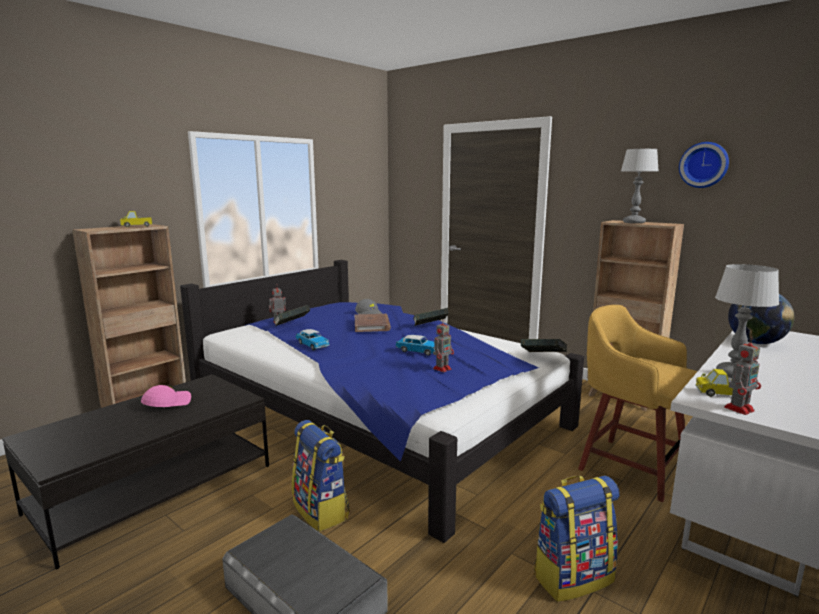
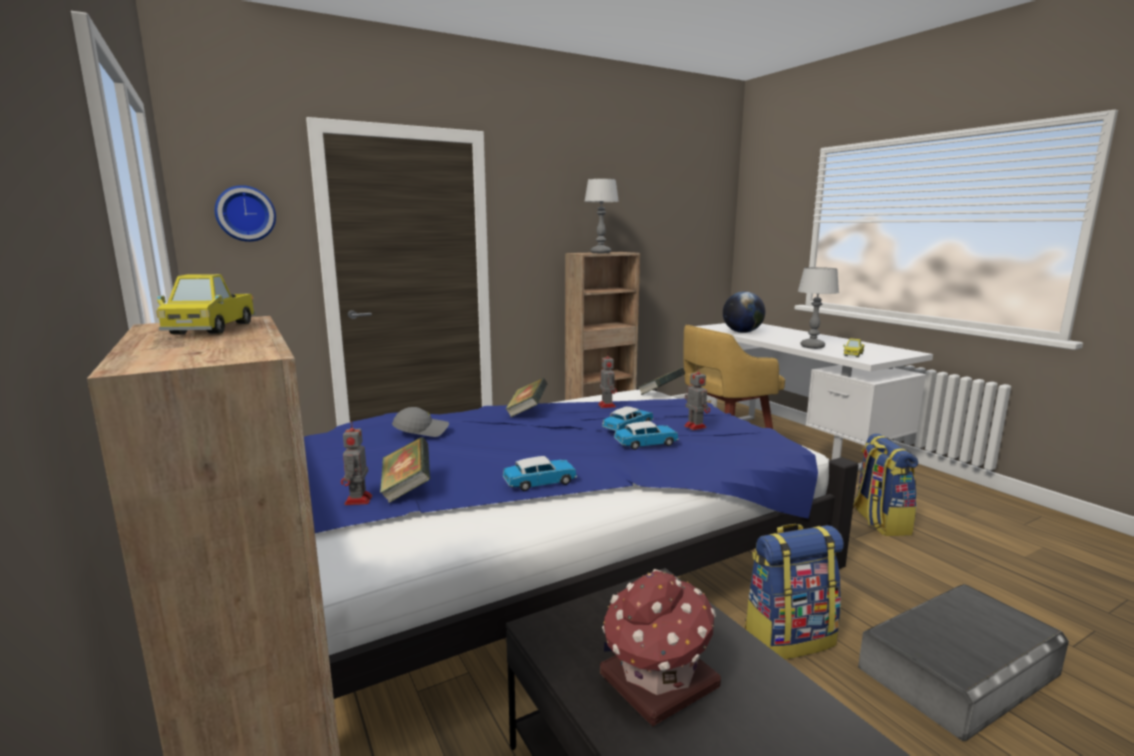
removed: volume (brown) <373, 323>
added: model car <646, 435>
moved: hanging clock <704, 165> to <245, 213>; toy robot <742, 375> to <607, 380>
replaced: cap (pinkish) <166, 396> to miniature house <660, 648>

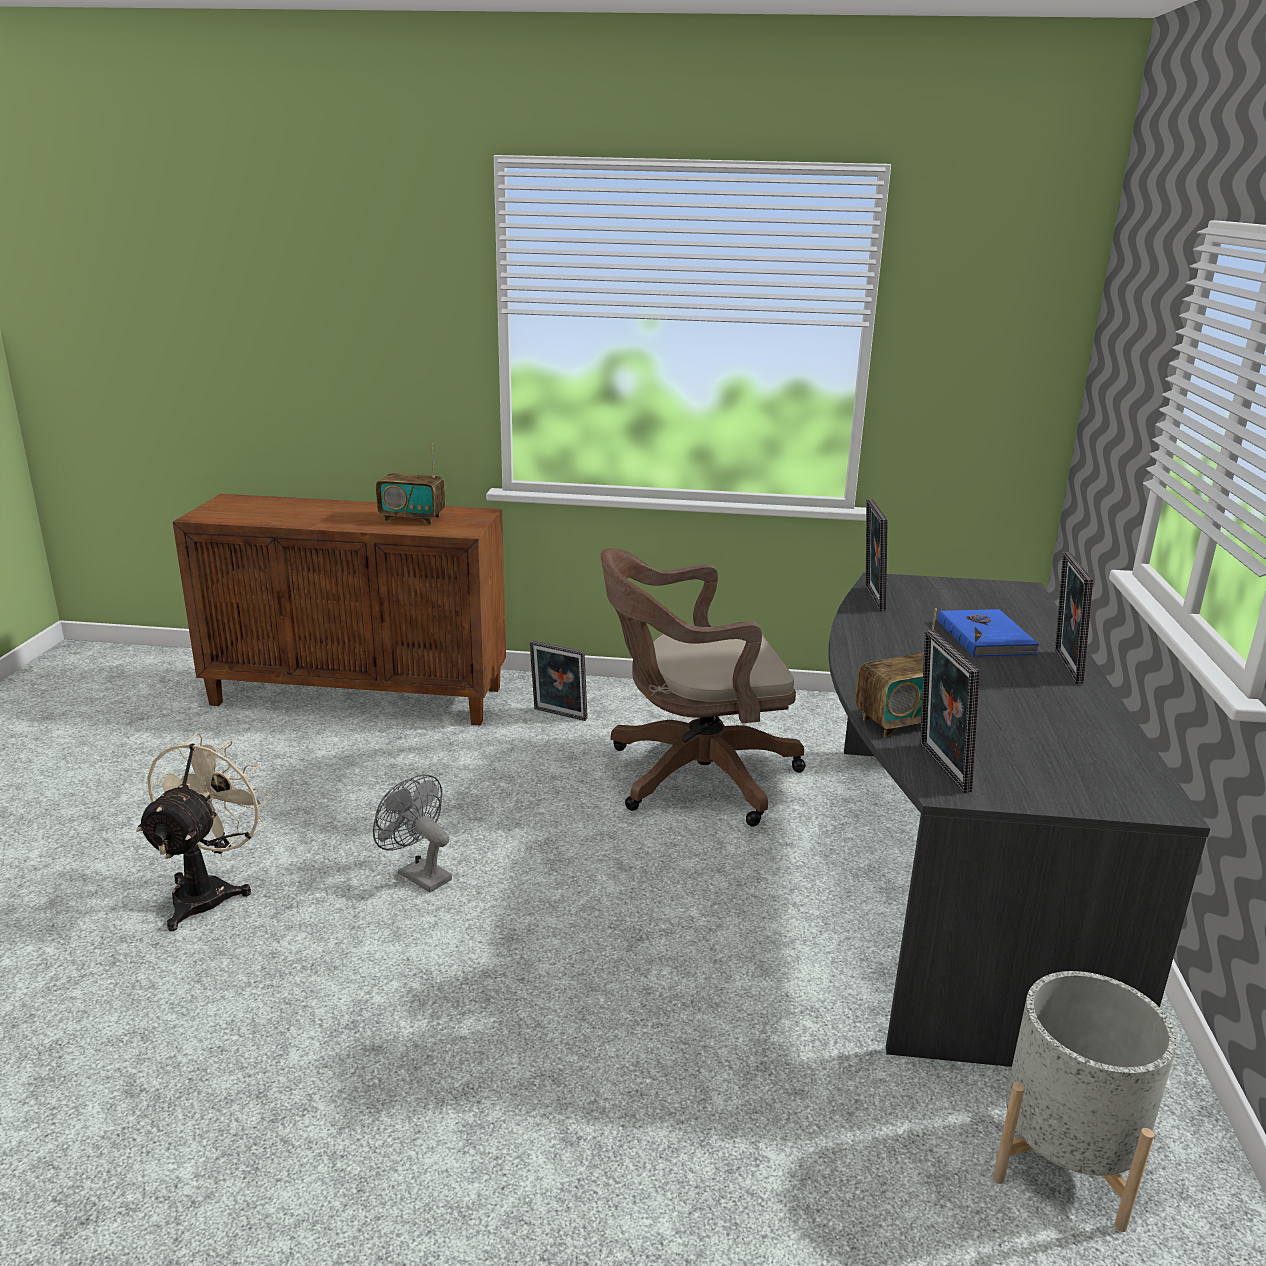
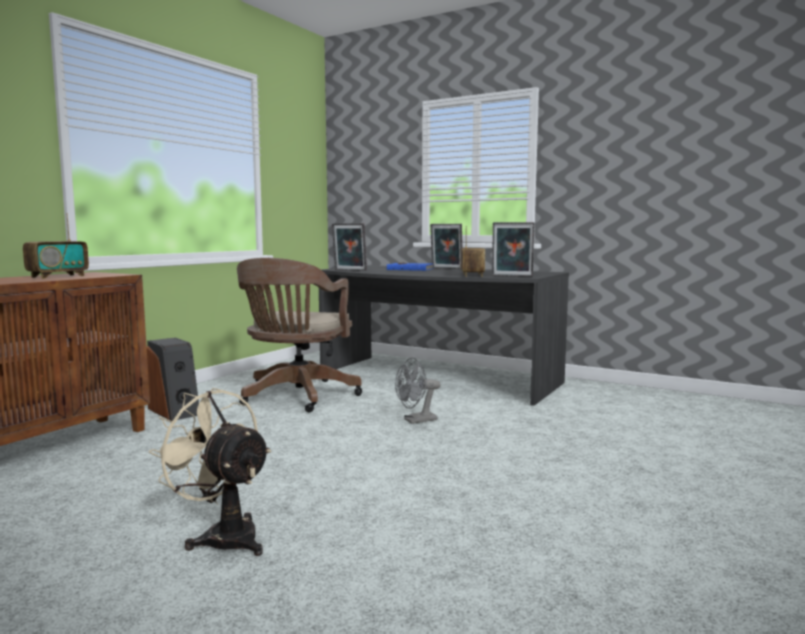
removed: planter (gray) <1085, 1101>
moved: cooling fan (gray) <412, 833> to <418, 391>
replaced: picture frame <559, 681> to audio speaker <173, 379>

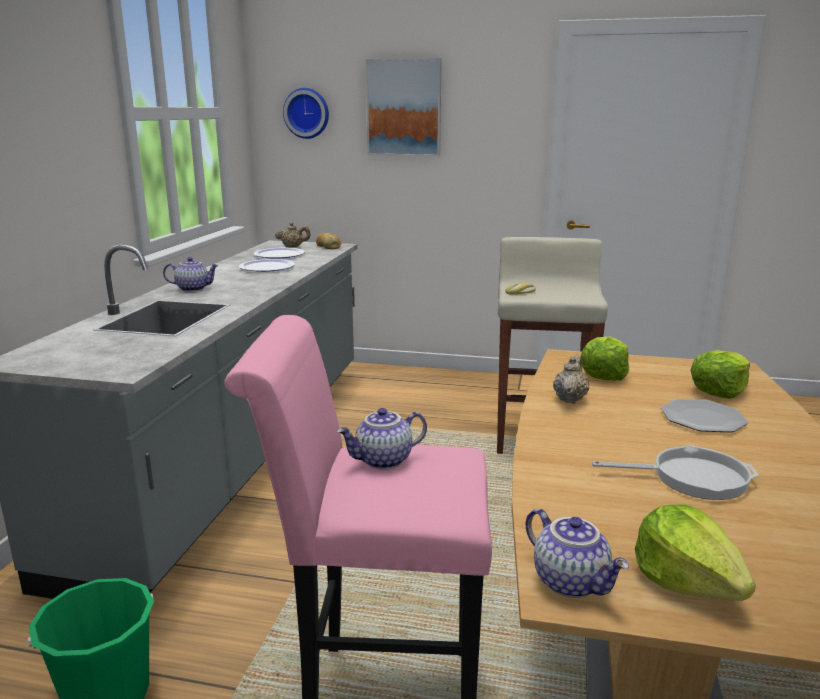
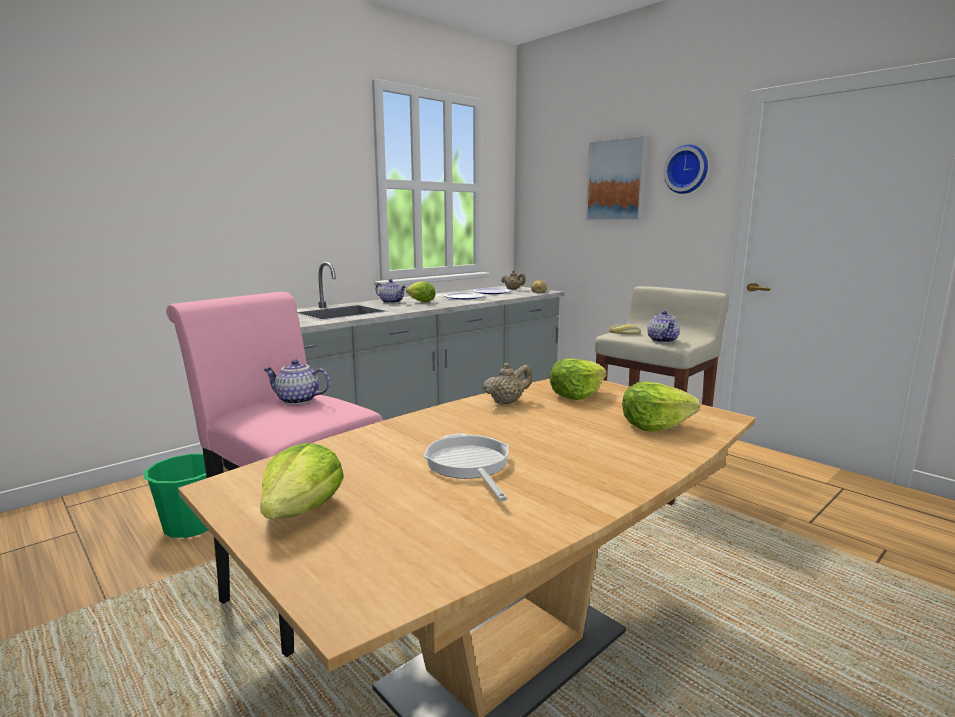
removed: flat dish <704, 415>
added: lettuce head <420, 292>
moved: hanging clock <306, 113> to <686, 169>; tea pot <577, 553> to <663, 327>
turned: frying pan <675, 472> = <466, 467> 150 degrees counterclockwise

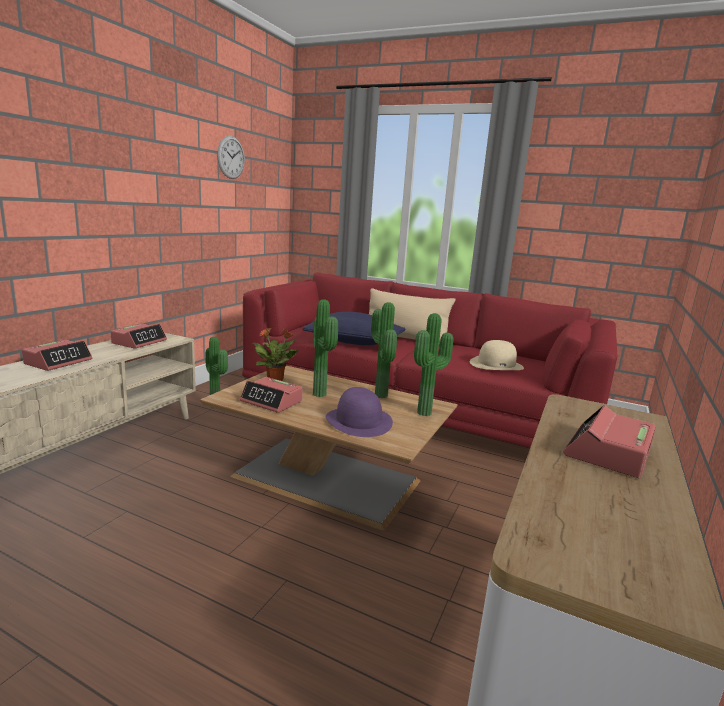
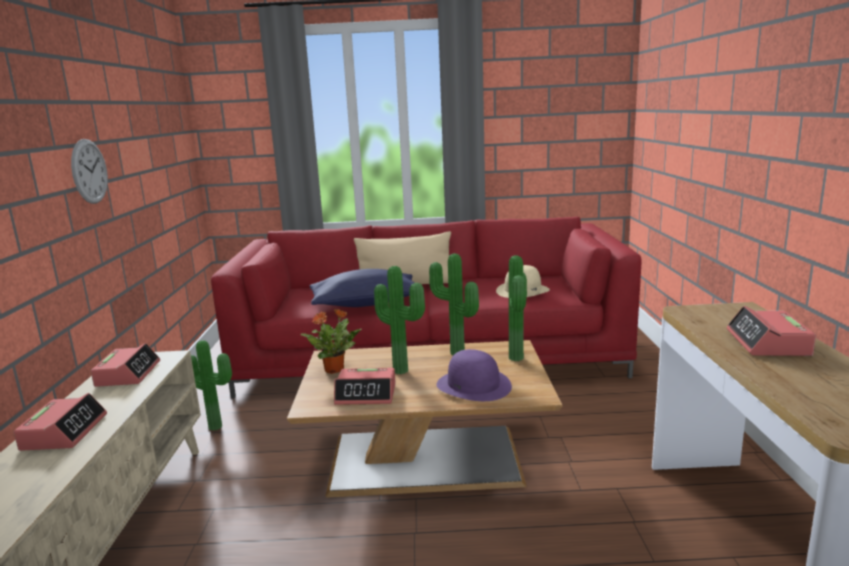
moved: hanging clock <231, 157> to <89, 171>

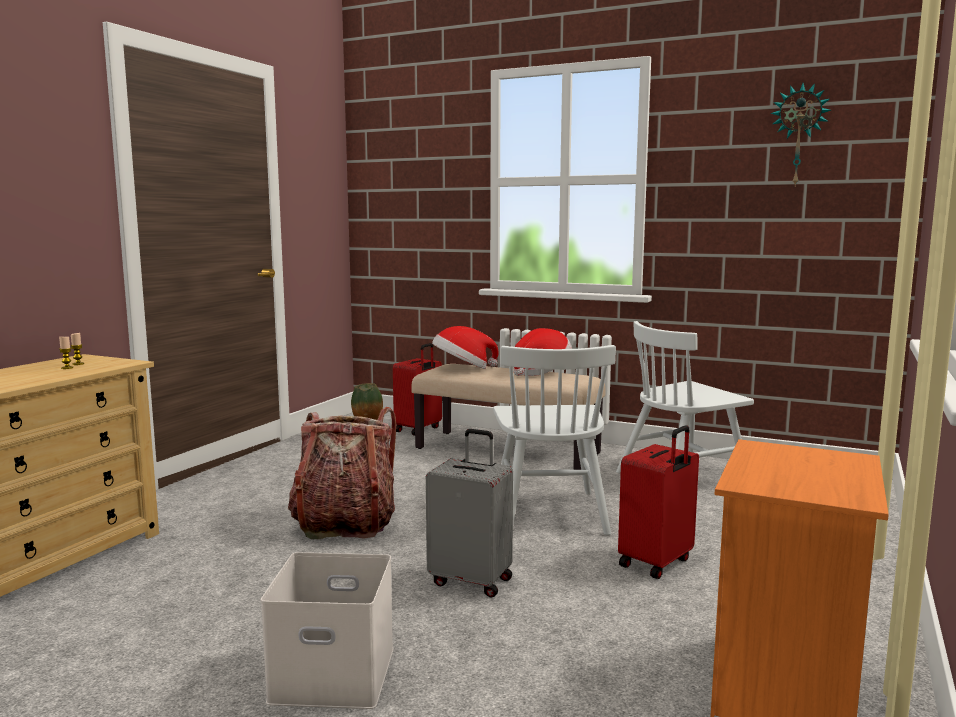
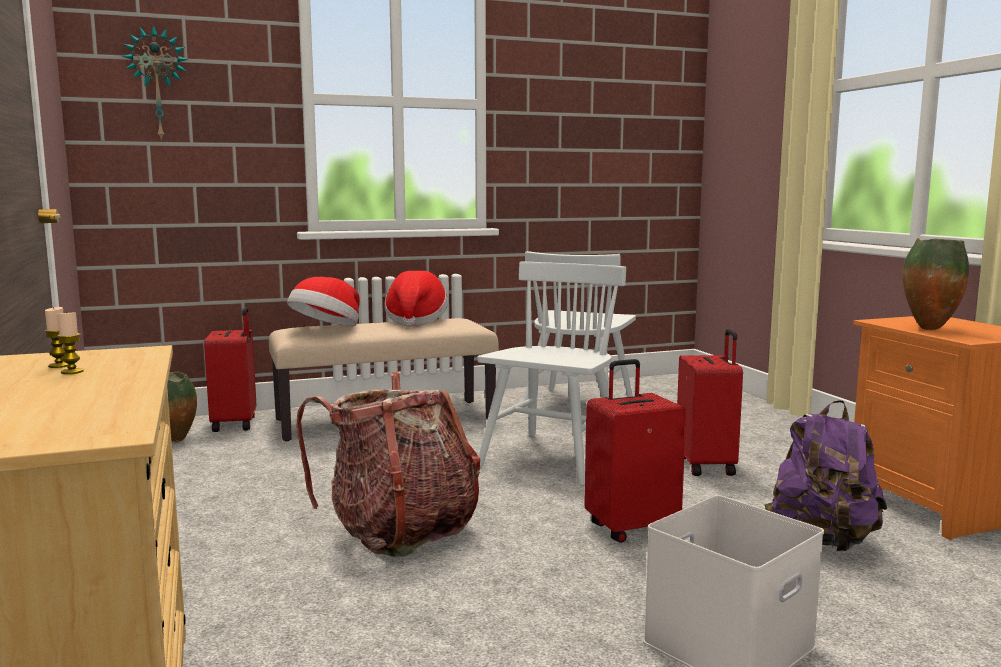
added: knapsack (purplish) <826, 475>; decorative vase <935, 284>
moved: hanging clock <801, 134> to <155, 83>
recoloured: travel case (gray) <469, 513> to travel case (red-coloured) <635, 451>
turned: plain chair (white-coloured) <554, 440> = <551, 373> 105 degrees counterclockwise

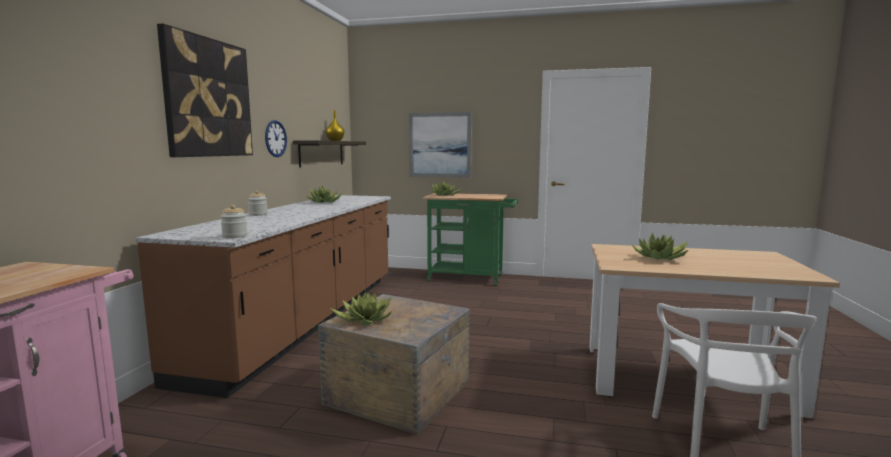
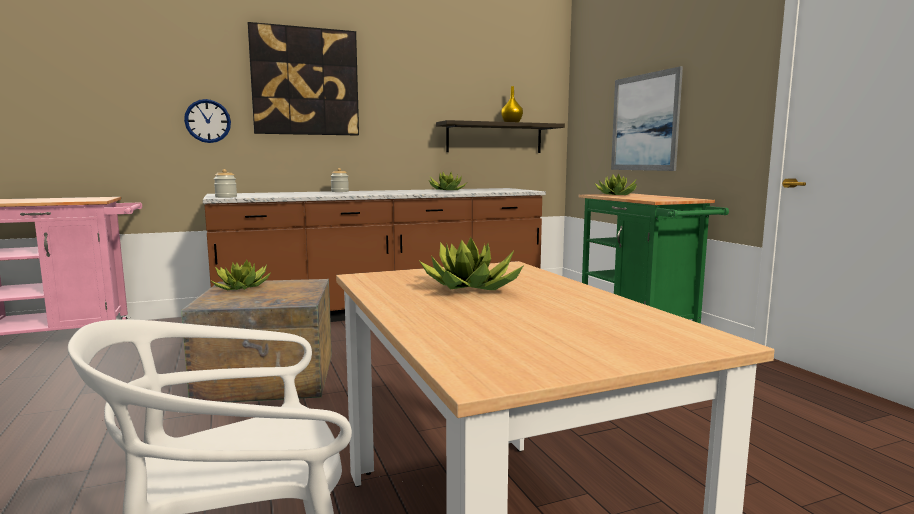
moved: hanging clock <276, 138> to <207, 121>

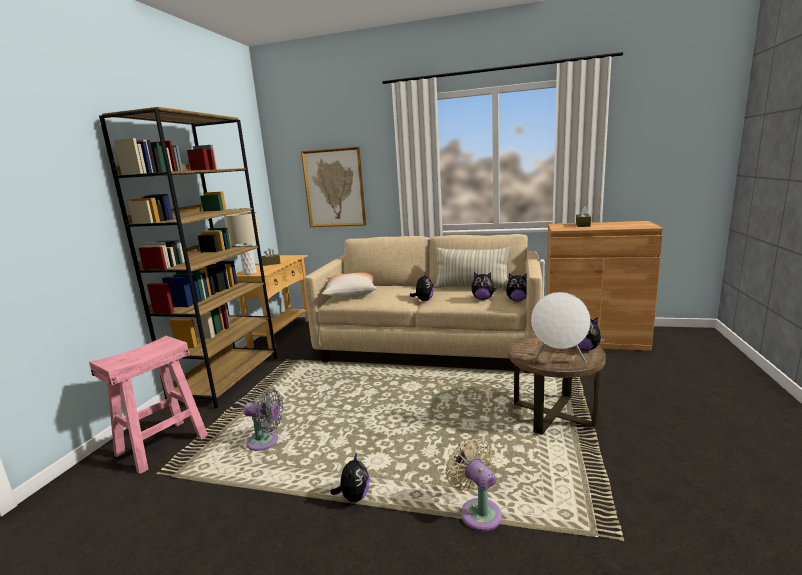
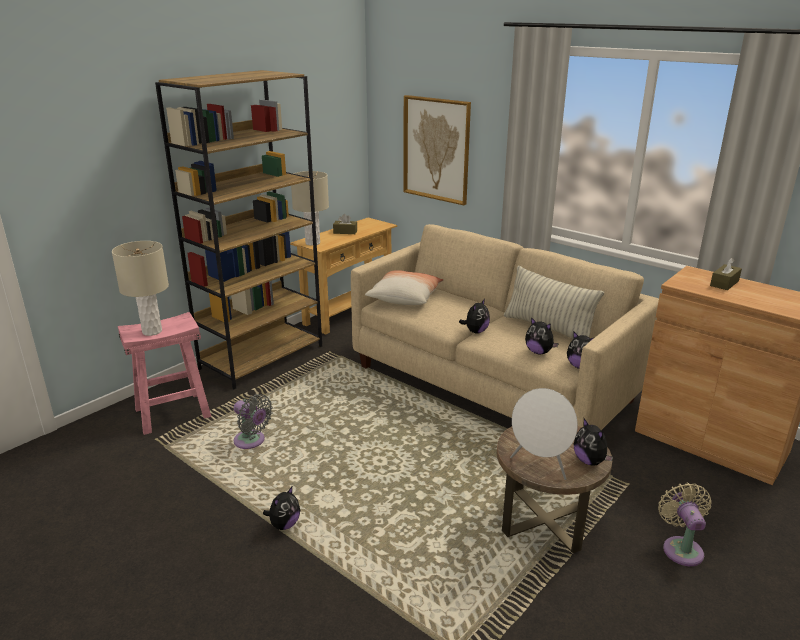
added: table lamp (sand-coloured) <140, 288>
moved: cooling fan (sand-coloured) <473, 485> to <685, 524>

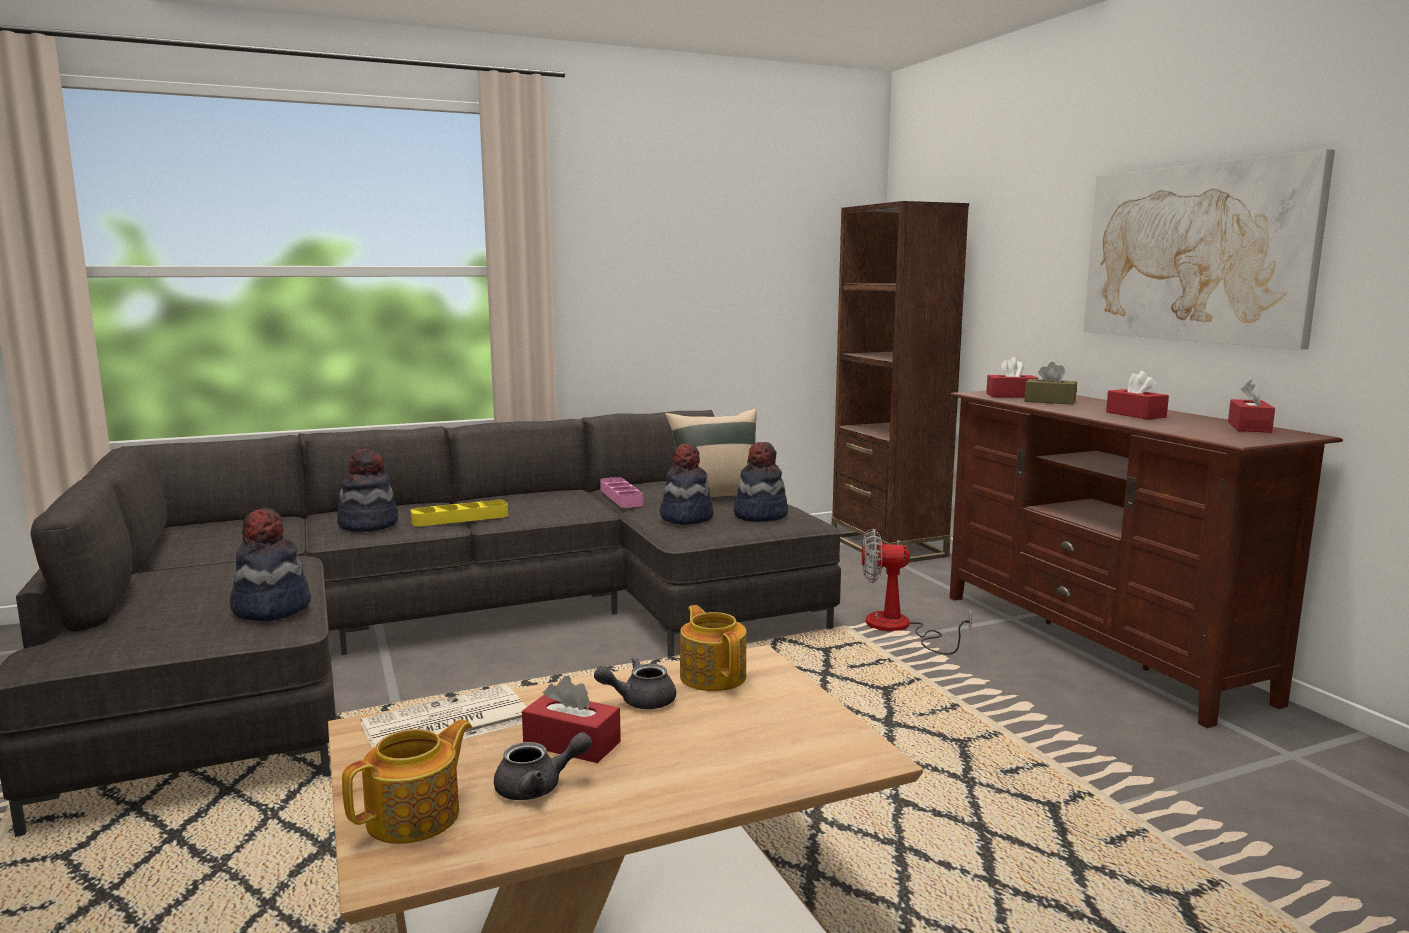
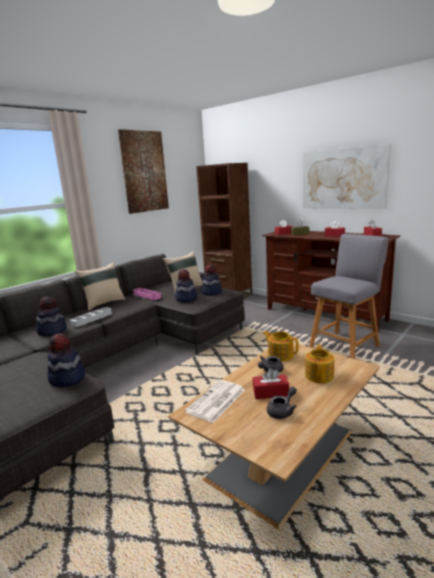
removed: cooling fan <917, 592>
added: pillow (sand-coloured) <100, 286>; wall art <143, 171>; stool seat (gray) <349, 296>
moved: tea pot <407, 781> to <319, 363>
recoloured: serving tray (yellow) <459, 513> to serving tray (gray) <91, 317>

